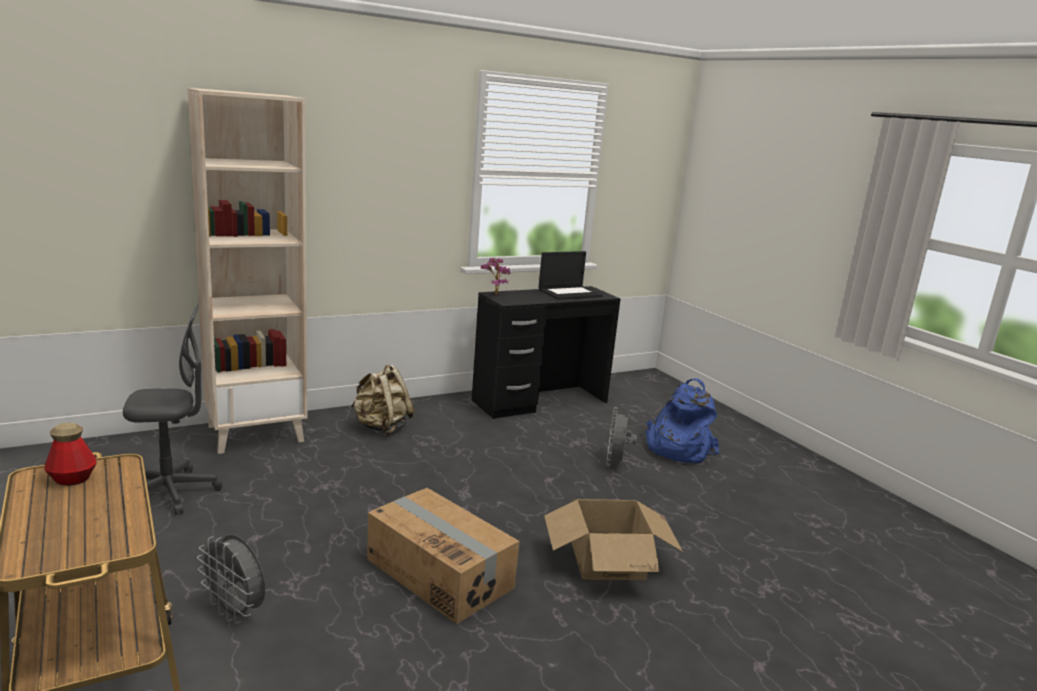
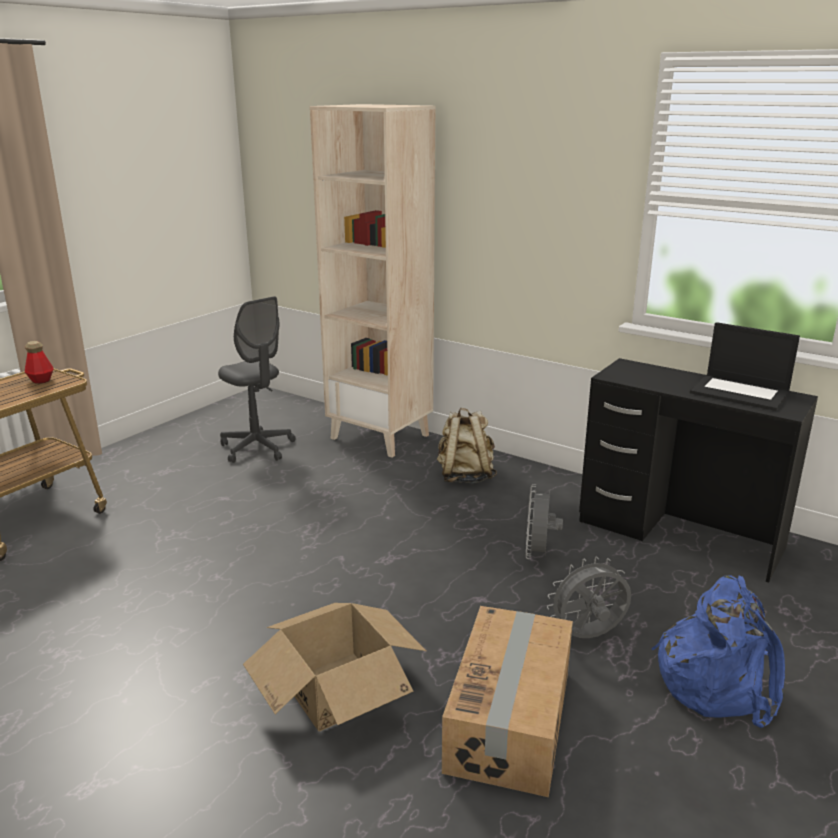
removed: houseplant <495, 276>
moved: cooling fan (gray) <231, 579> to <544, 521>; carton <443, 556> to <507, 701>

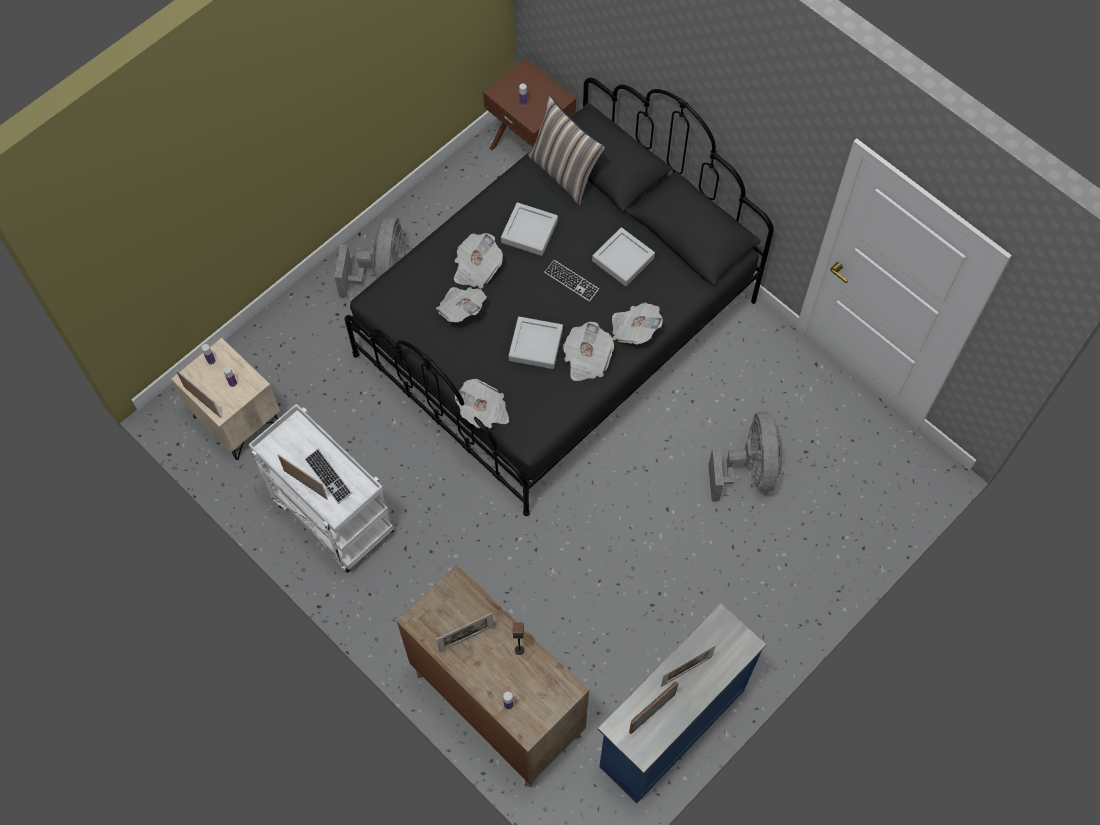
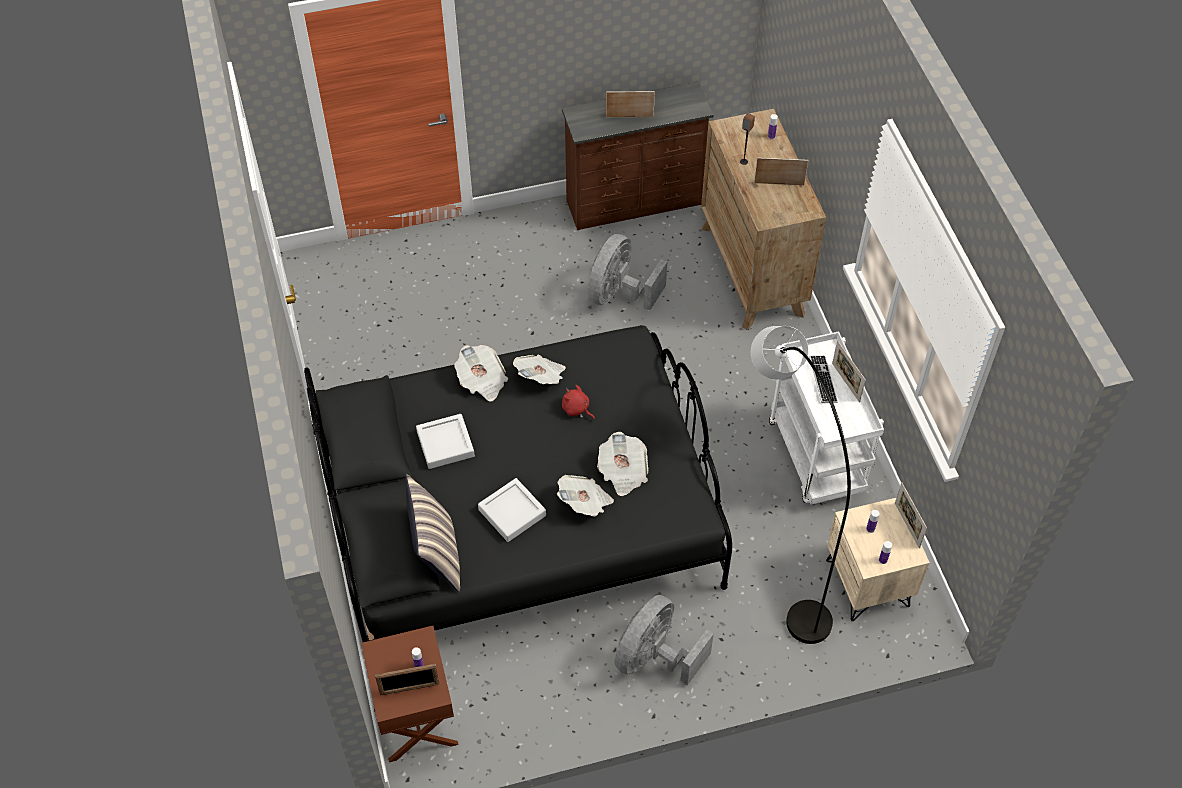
removed: newspaper <482, 404>; keyboard <571, 281>
added: standing lamp (gray) <801, 485>
moved: picture frame <654, 708> to <407, 679>; cooling fan (gray) <745, 456> to <628, 272>
replaced: serving tray (gray) <535, 343> to soft toy (red-coloured) <578, 402>
recoloured: chest of drawers (blue-coloured) <682, 703> to chest of drawers (brown) <638, 155>

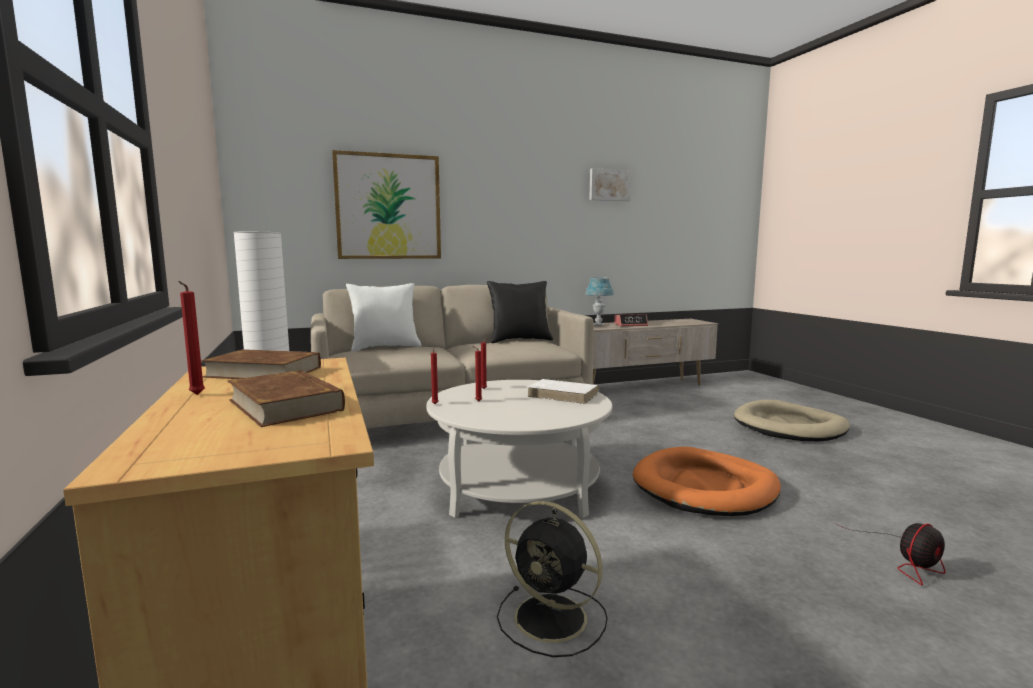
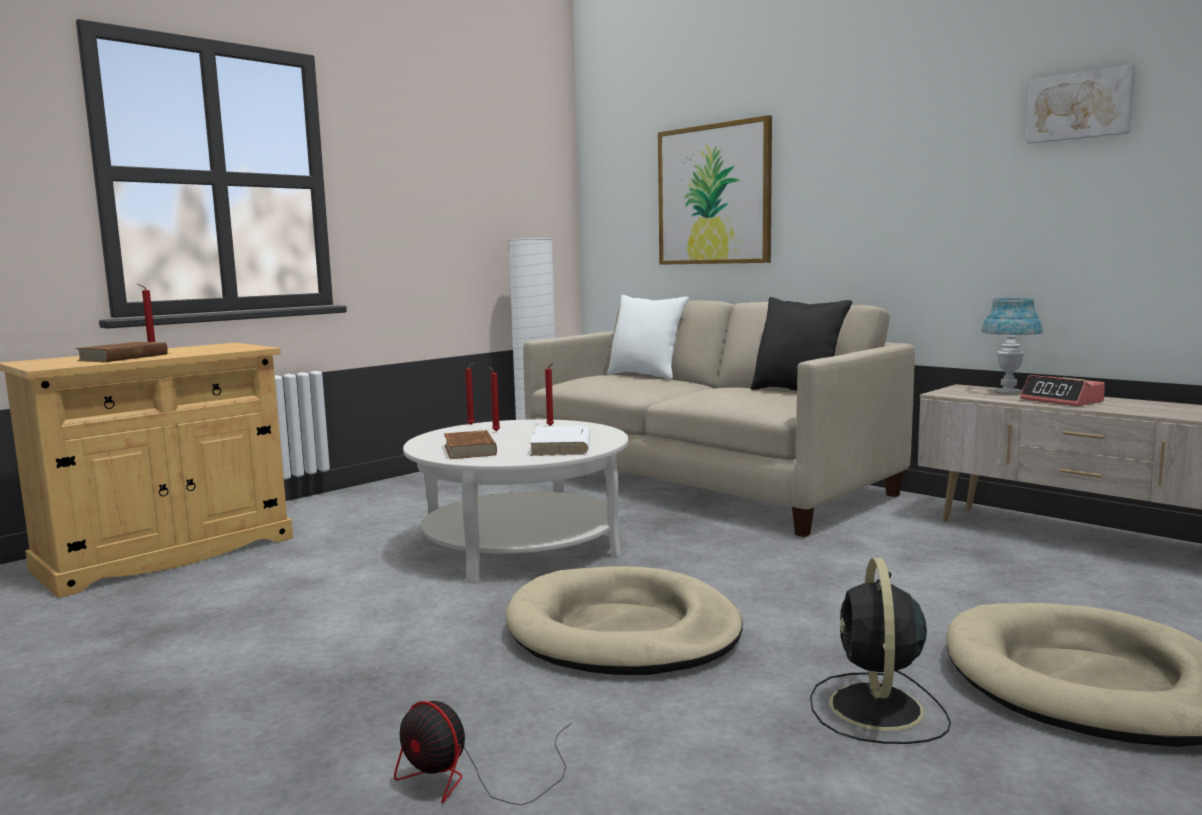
moved: volume (brown) <261, 364> to <470, 444>; cooling fan (blackish) <552, 579> to <880, 651>
recoloured: dog cushion (orangey) <707, 481> to dog cushion (sand-coloured) <624, 620>

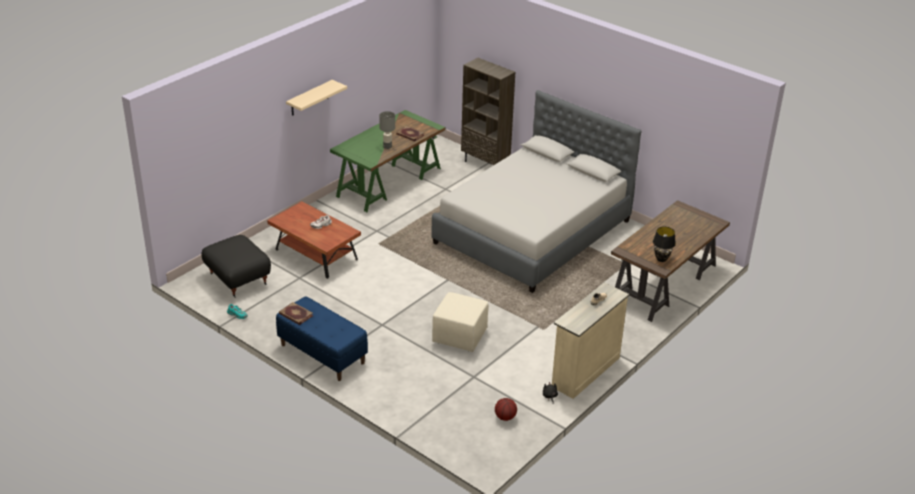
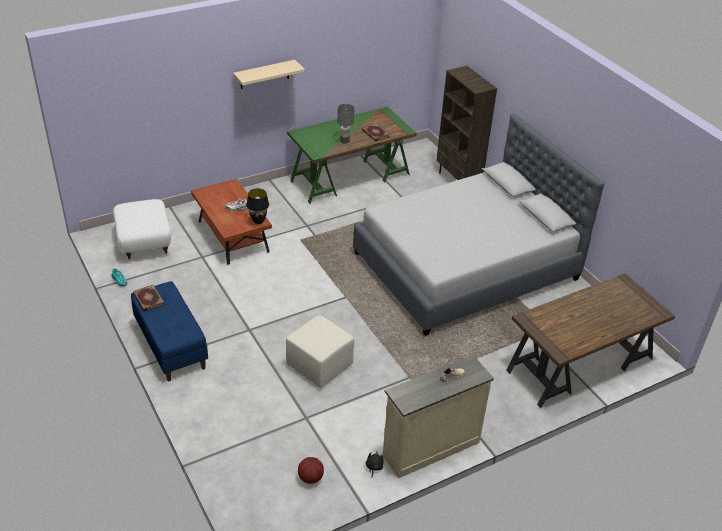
moved: table lamp (blackish) <664, 244> to <257, 206>
recoloured: pouffe (blackish) <236, 266> to pouffe (white-coloured) <142, 230>

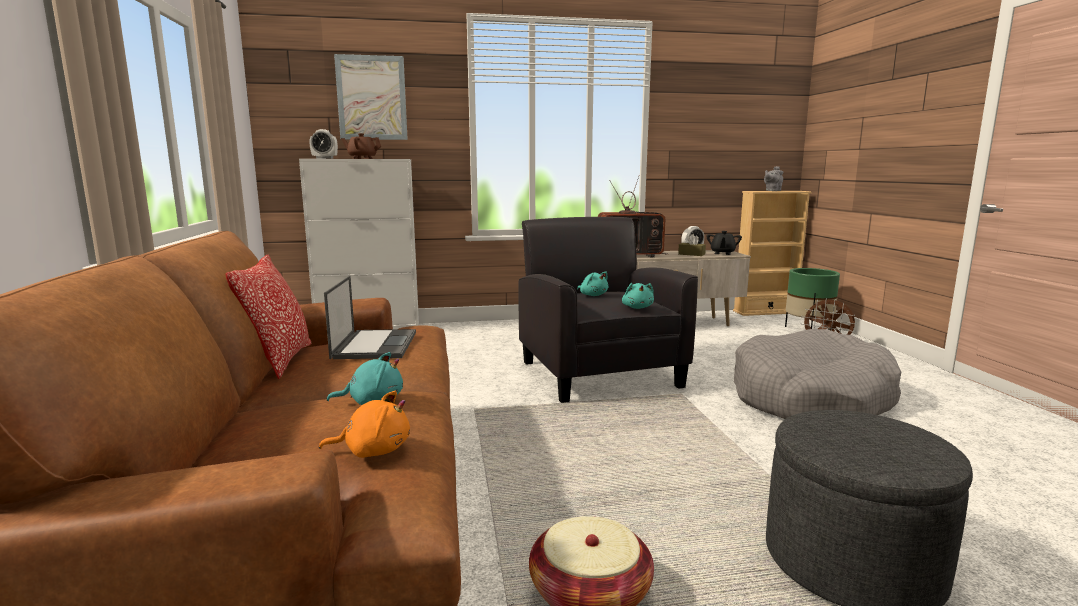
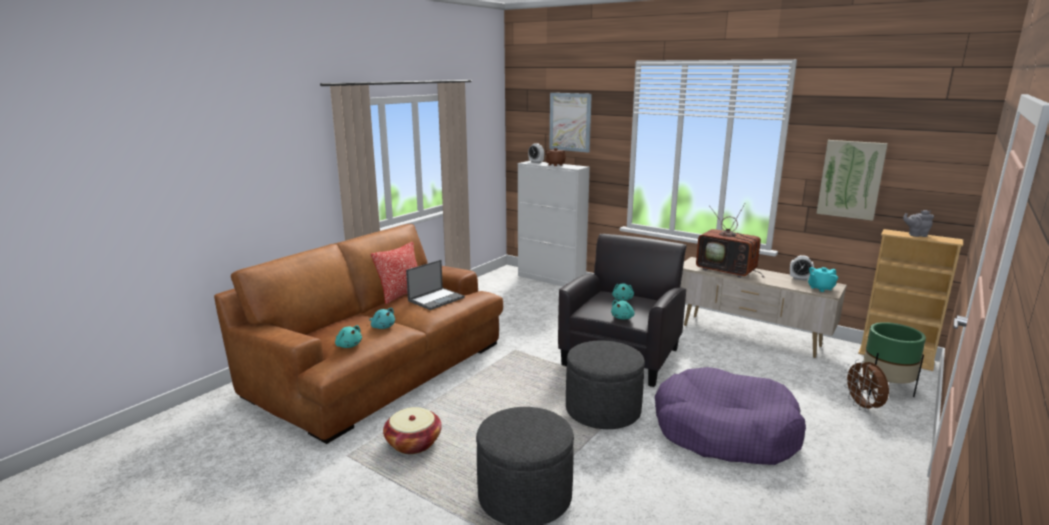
removed: tissue holder (brown) <692, 245>
added: pouffe (gray) <605, 385>; wall art <852, 180>
recoloured: soft toy (orangey) <364, 424> to soft toy (turquoise) <348, 336>; tea pot (blackish) <724, 243> to tea pot (turquoise) <823, 279>; dog cushion (gray) <817, 374> to dog cushion (purplish) <730, 416>

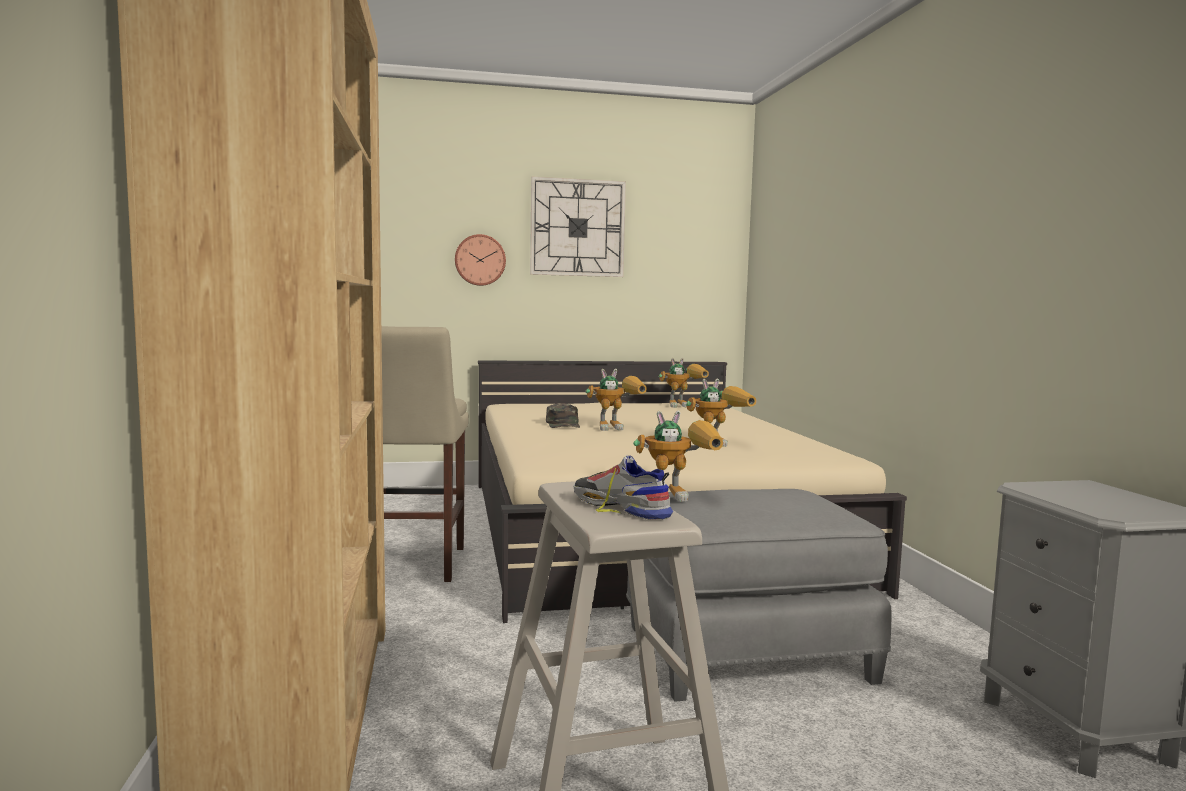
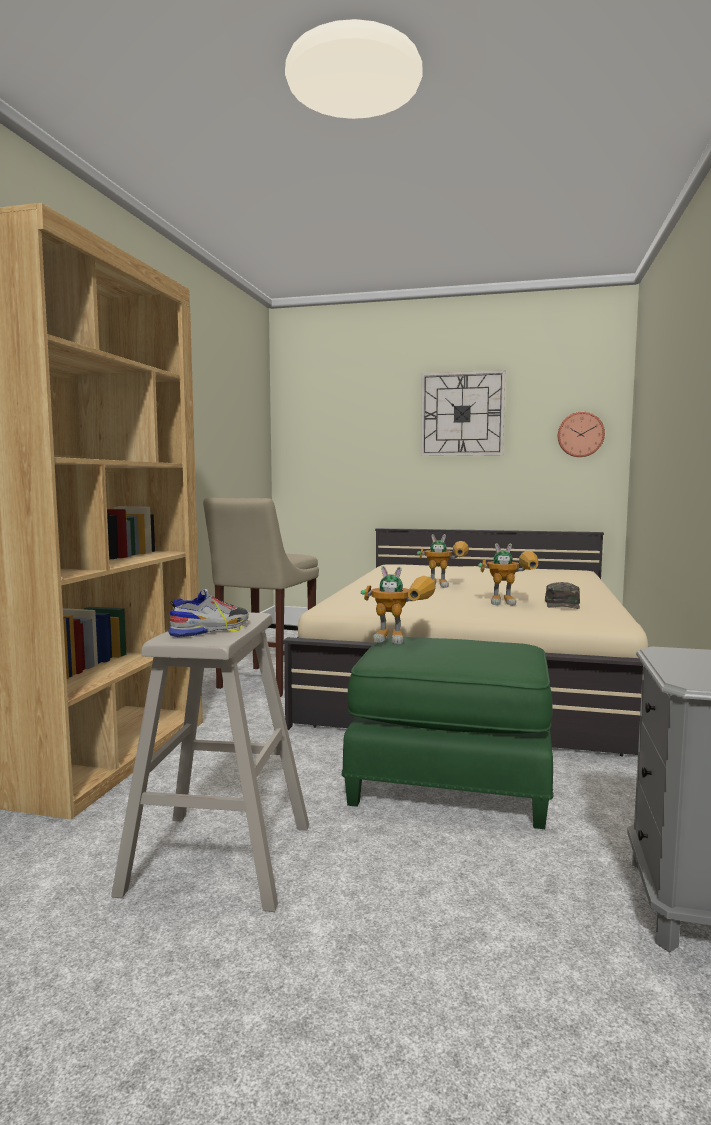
removed: toy robot <684, 383>
moved: hanging clock <480, 260> to <581, 434>; cap (green) <563, 415> to <562, 595>
recoloured: pouffe (gray) <758, 595> to pouffe (green) <447, 733>
turned: item of footwear <623, 487> = <208, 613> 60 degrees clockwise

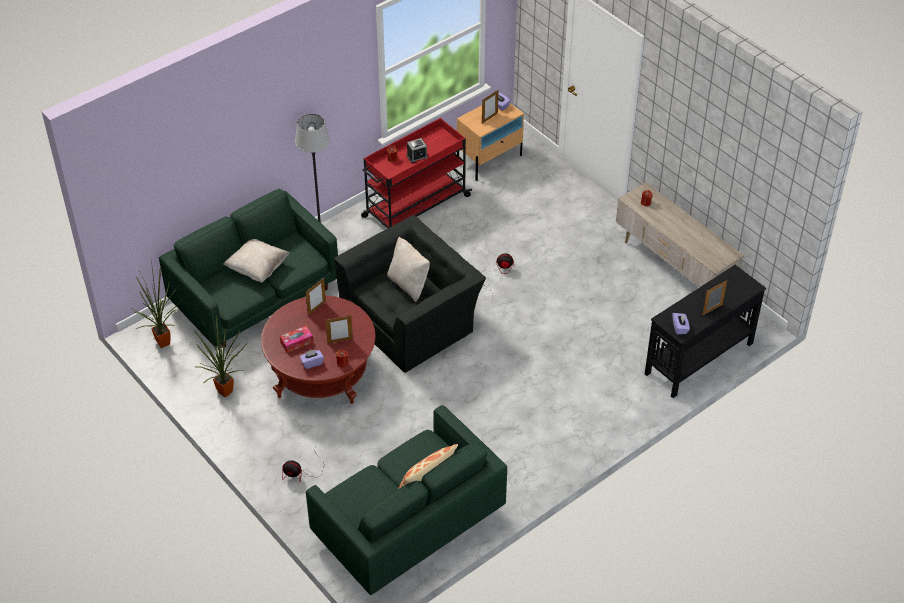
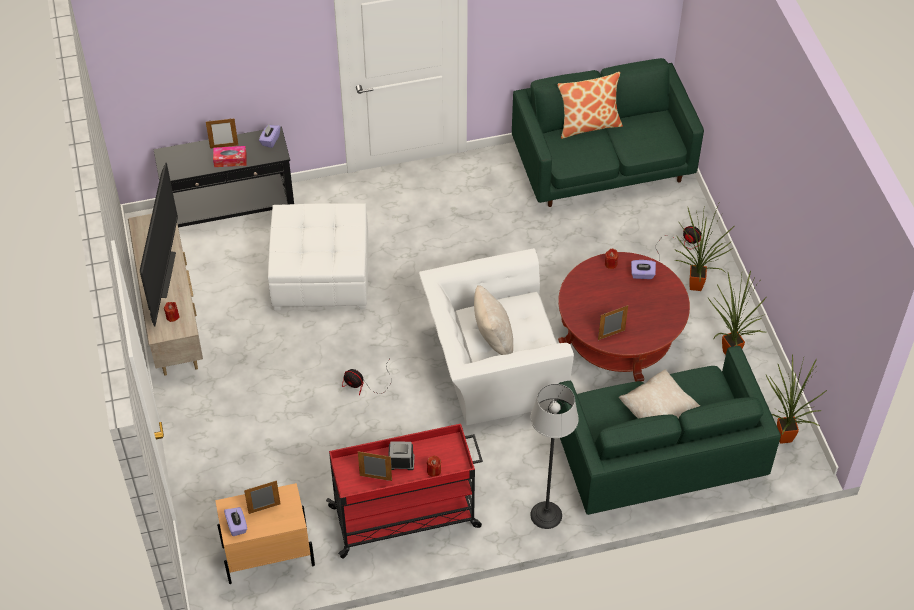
added: TV <159, 244>; pouffe (white-coloured) <318, 257>; houseplant <704, 247>
moved: tissue holder <296, 339> to <230, 156>; picture frame <339, 329> to <375, 466>
recoloured: lounge chair (blackish) <410, 294> to lounge chair (white-coloured) <496, 336>

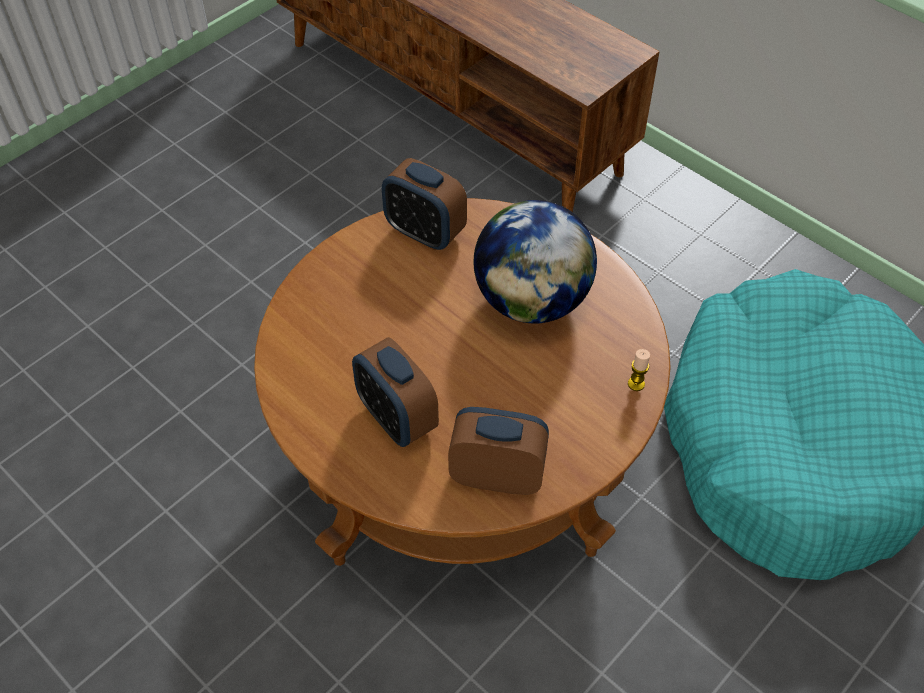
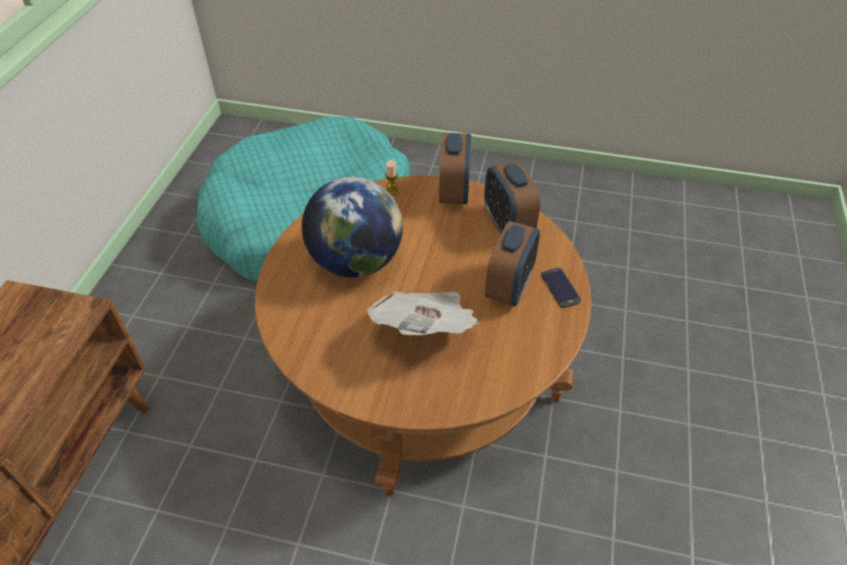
added: newspaper <423, 313>; phone <561, 288>
moved: table clock <424, 204> to <455, 168>

